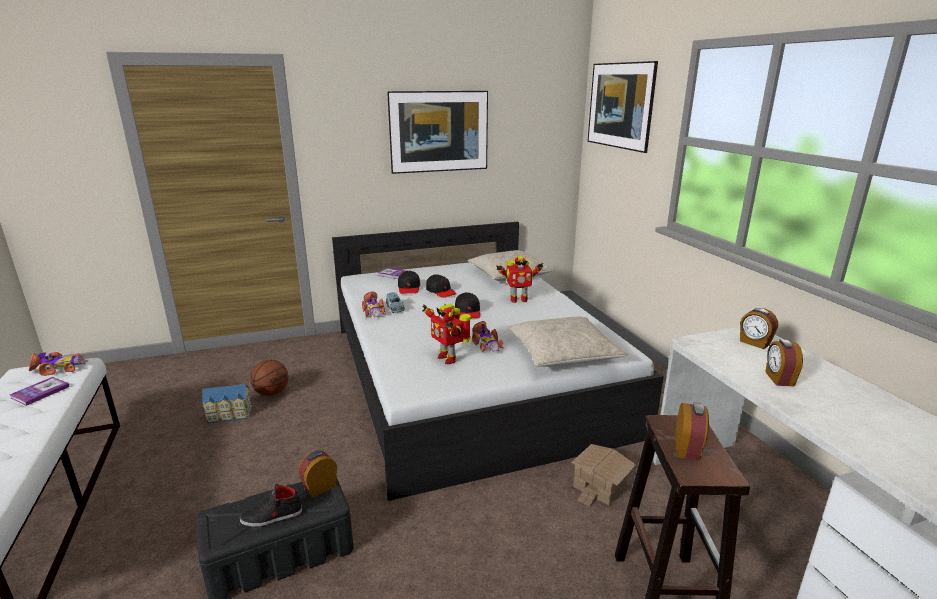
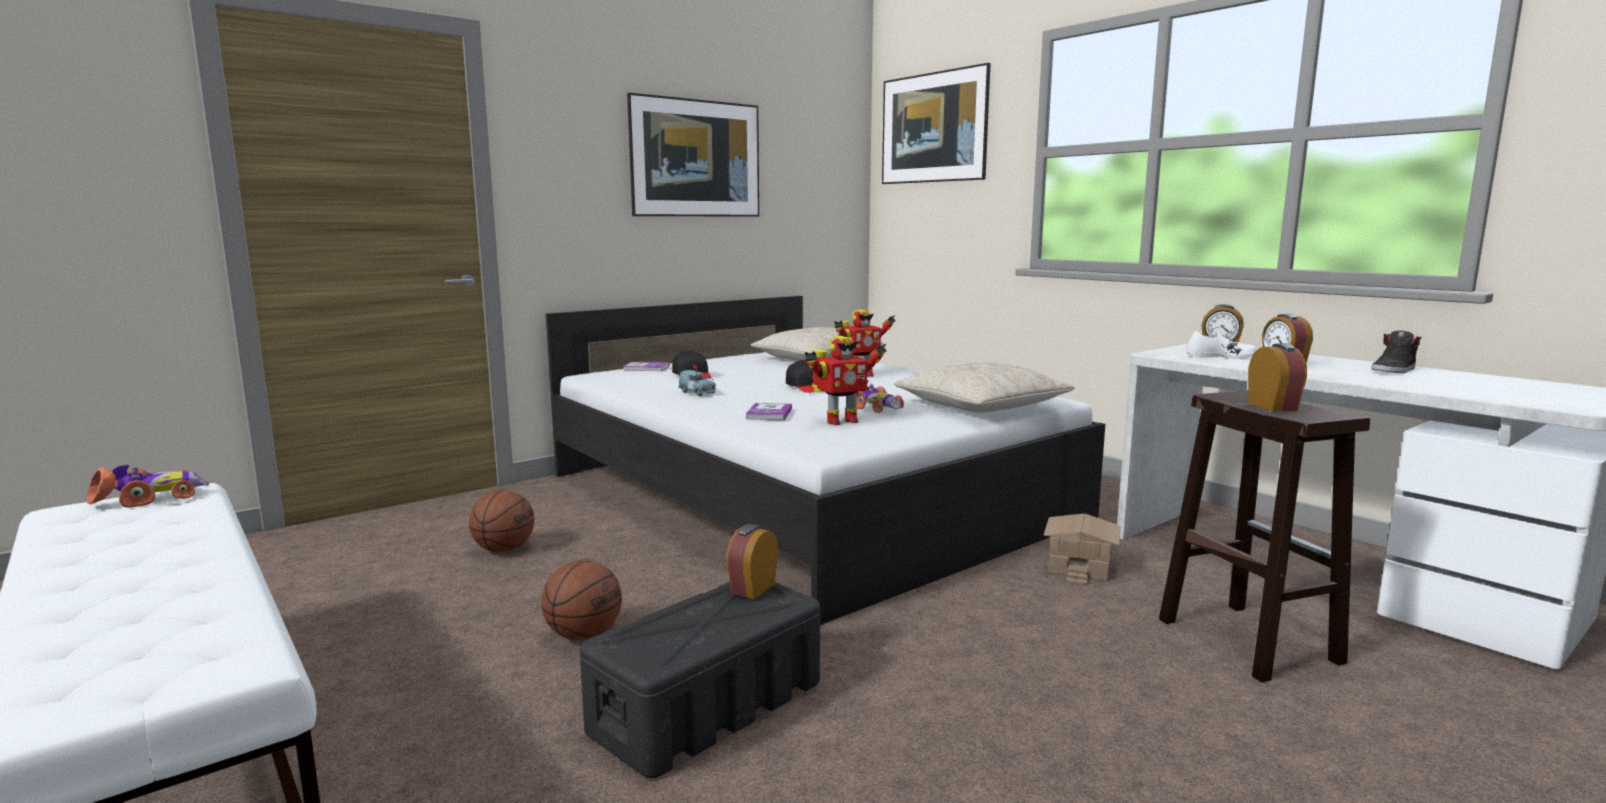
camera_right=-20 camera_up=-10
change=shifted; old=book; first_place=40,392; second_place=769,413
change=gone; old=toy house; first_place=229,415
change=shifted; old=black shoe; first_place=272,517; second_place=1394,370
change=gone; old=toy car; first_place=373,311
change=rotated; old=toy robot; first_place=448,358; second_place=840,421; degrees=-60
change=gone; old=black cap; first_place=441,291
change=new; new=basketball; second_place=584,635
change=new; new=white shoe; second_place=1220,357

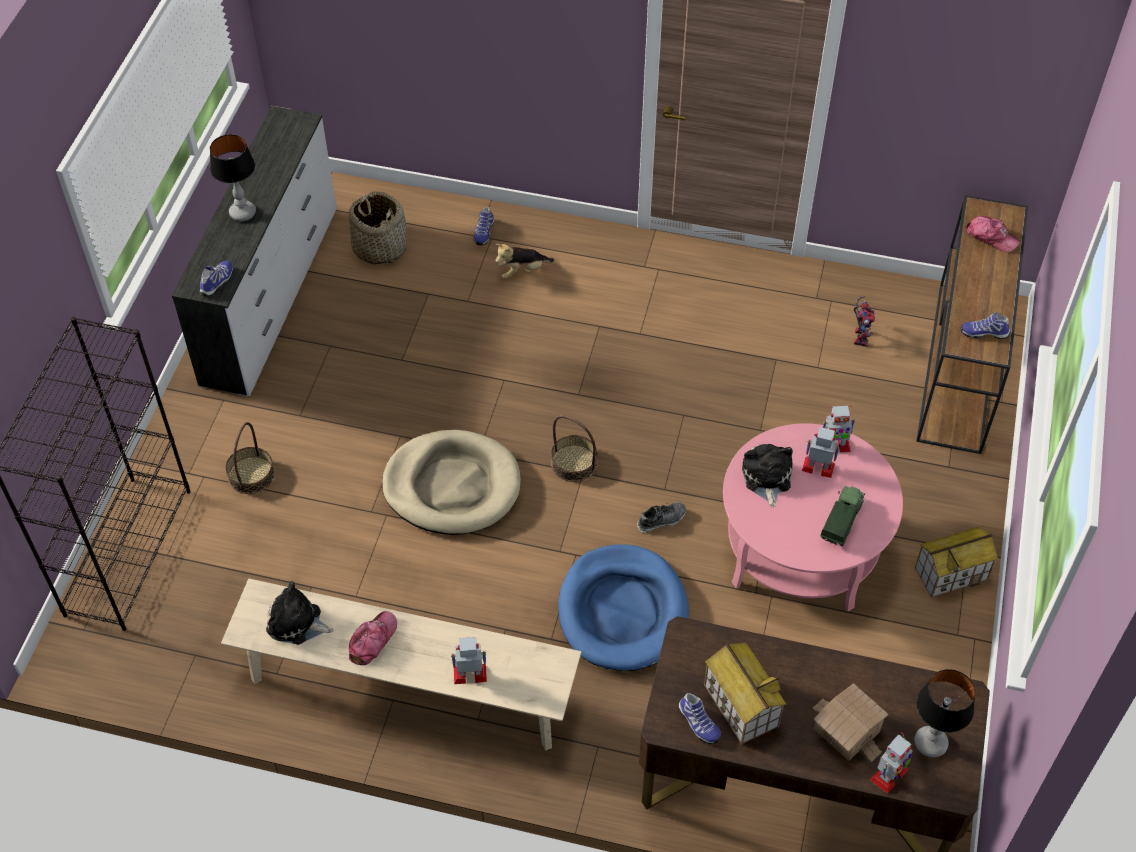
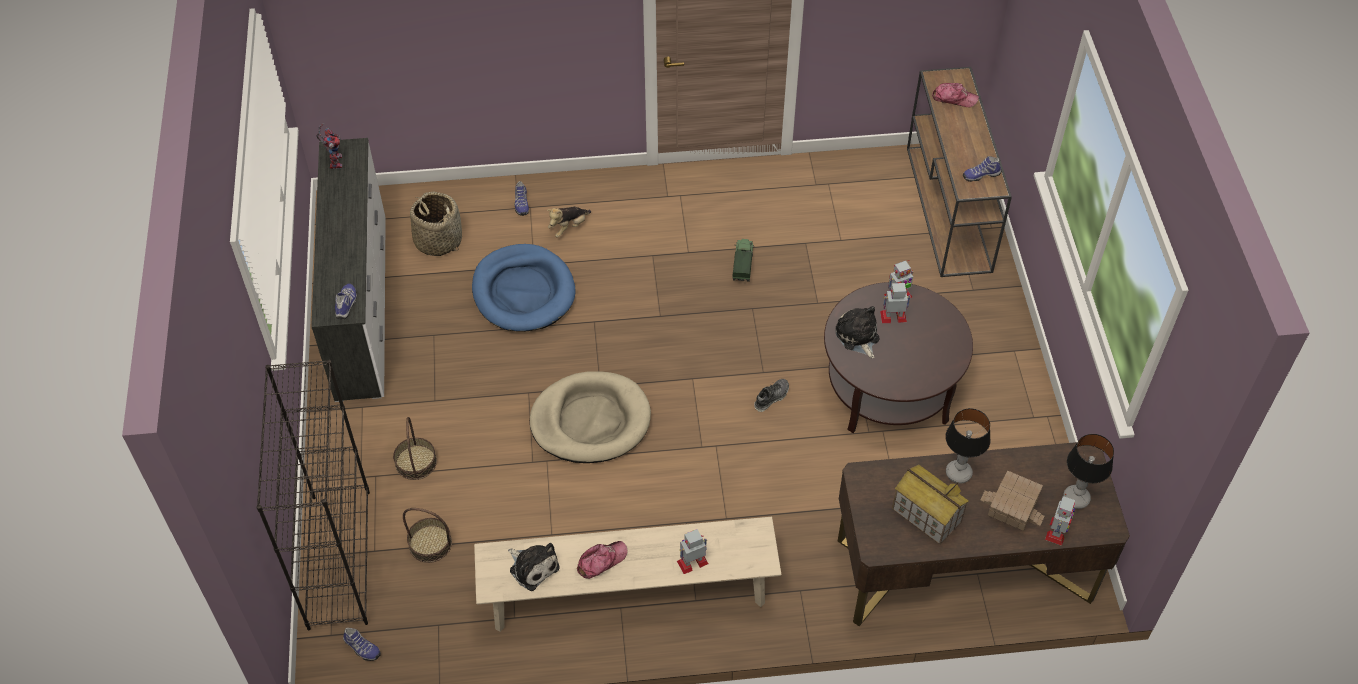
camera_right=-20 camera_up=0
change=shifted; old=table lamp; first_place=243,213; second_place=959,473
change=rotated; old=plush toy; first_place=297,623; second_place=532,567; degrees=-135
change=rotated; old=cap; first_place=372,640; second_place=601,561; degrees=45
change=shifted; old=basket; first_place=574,463; second_place=430,543
change=shifted; old=blue dog bed; first_place=623,611; second_place=523,291
change=shifted; old=shoe; first_place=698,724; second_place=361,648
change=repainted; old=pink coffee table; new=brown coffee table; first_place=801,549; second_place=889,387
change=shifted; old=toy truck; first_place=842,521; second_place=742,265
change=shifted; old=toy robot; first_place=859,335; second_place=334,160
change=gone; old=toy house; first_place=951,573

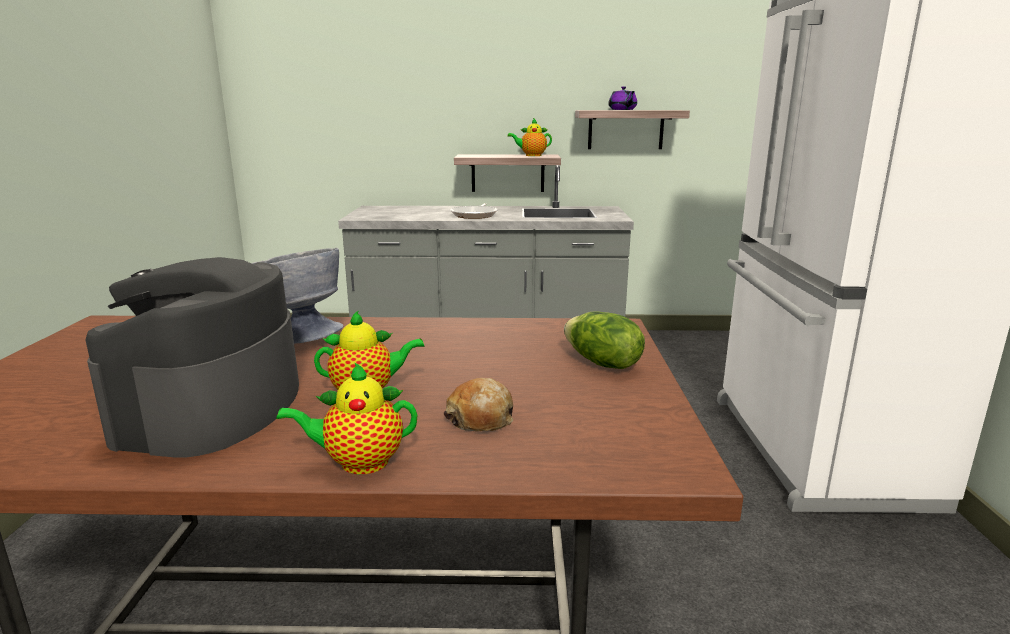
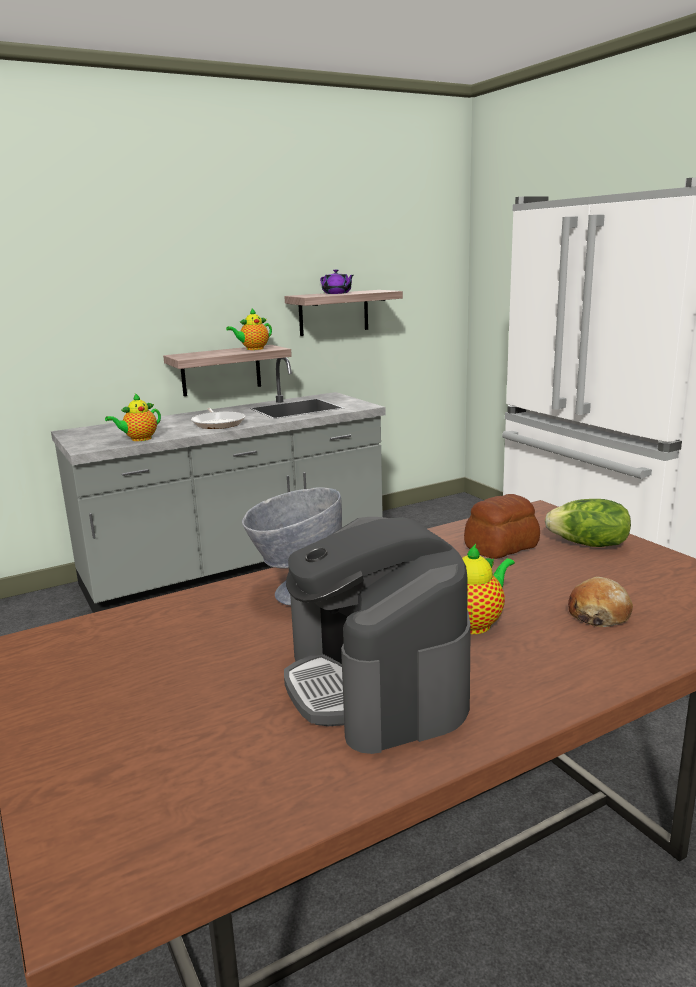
camera_right=-30 camera_up=0
change=shifted; old=teapot; first_place=358,462; second_place=139,439
change=new; new=bread; second_place=502,547

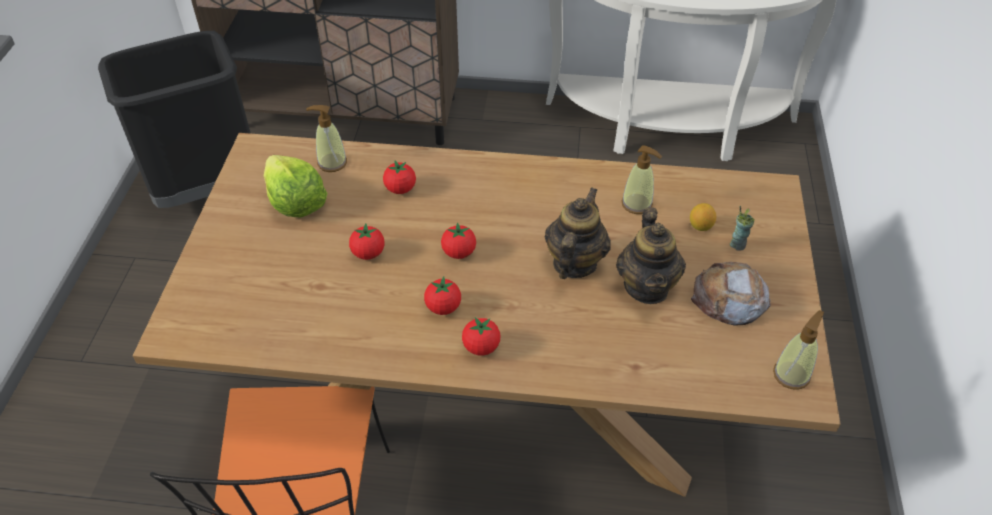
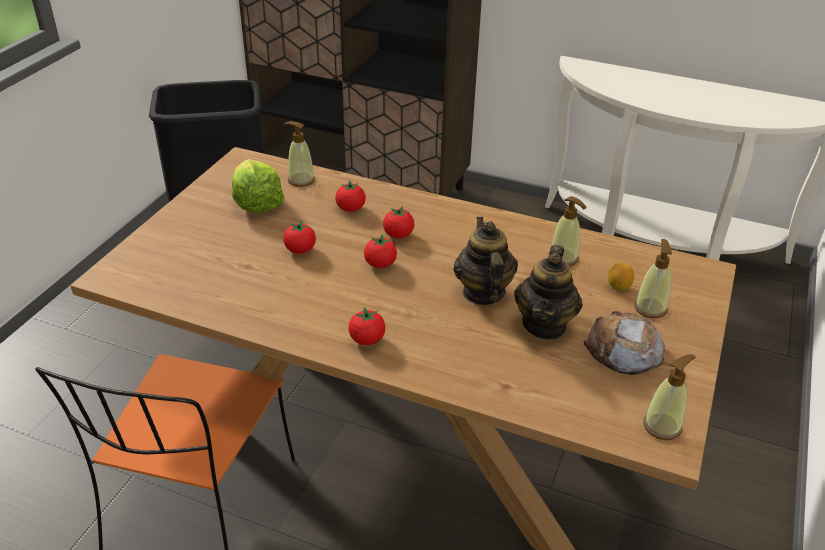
camera_right=15 camera_up=-10
change=shifted; old=tomato; first_place=443,307; second_place=398,235
change=rotated; old=teapot; first_place=574,263; second_place=483,292; degrees=-45
change=swapped; old=cup; new=soap dispenser; first_place=737,244; second_place=650,308

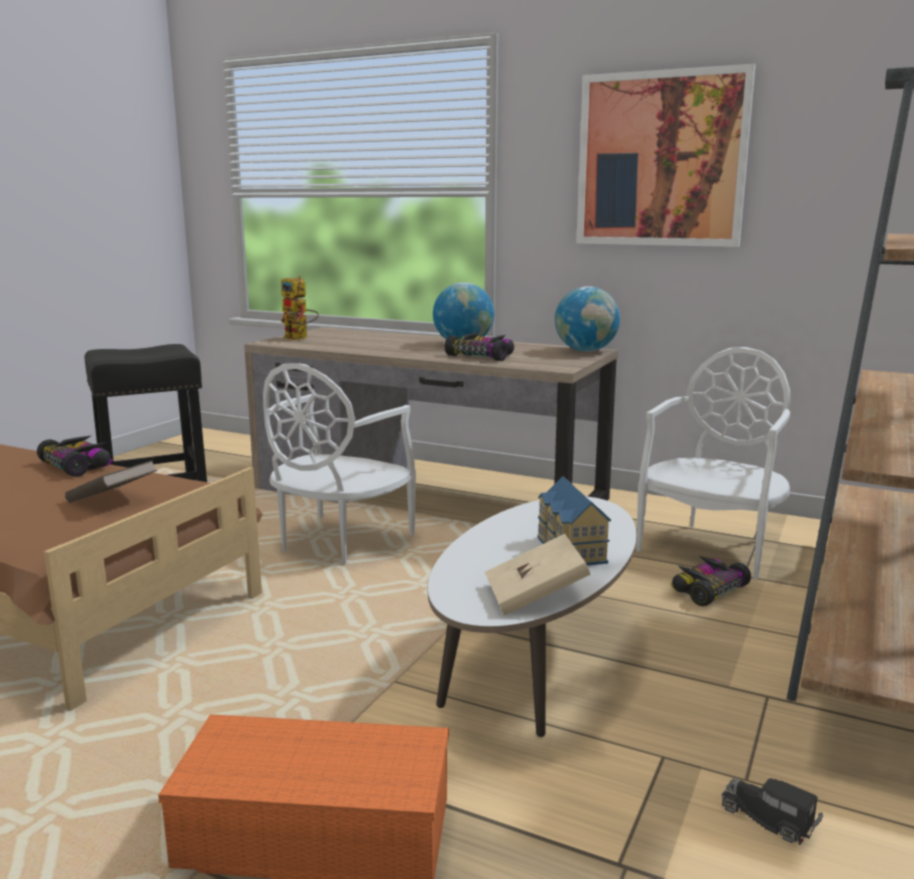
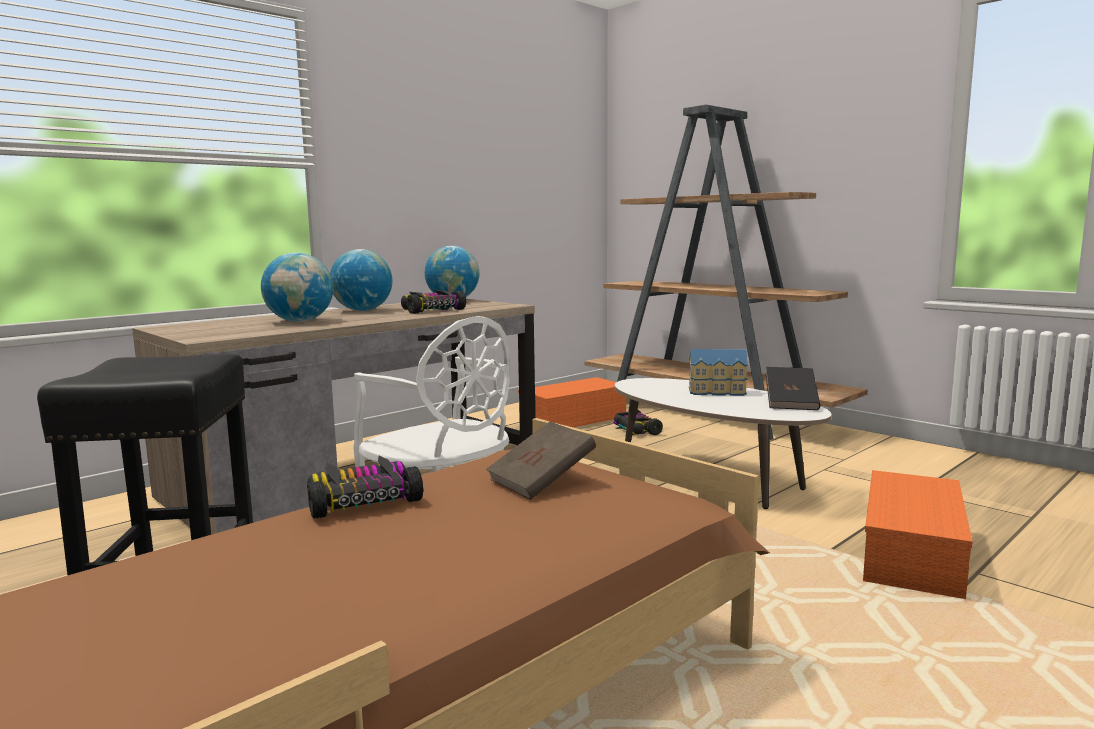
camera_right=-70 camera_up=-5
change=gone; old=toy robot; first_place=300,338
change=repainted; old=beige book; new=black book; first_place=535,597; second_place=791,403
change=gone; old=picture; first_place=661,160
change=swapped; old=white chair; new=orange storage box; first_place=712,547; second_place=573,418
change=gone; old=toy truck; first_place=771,821
change=new; new=globe; second_place=300,321

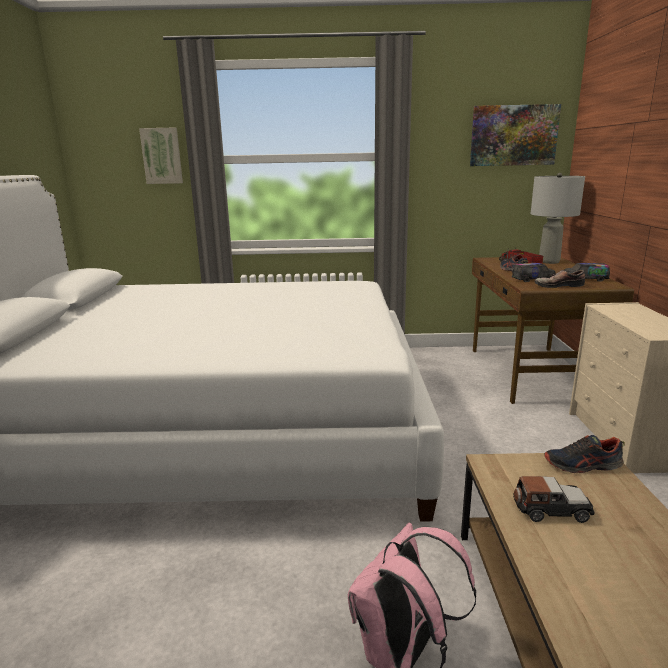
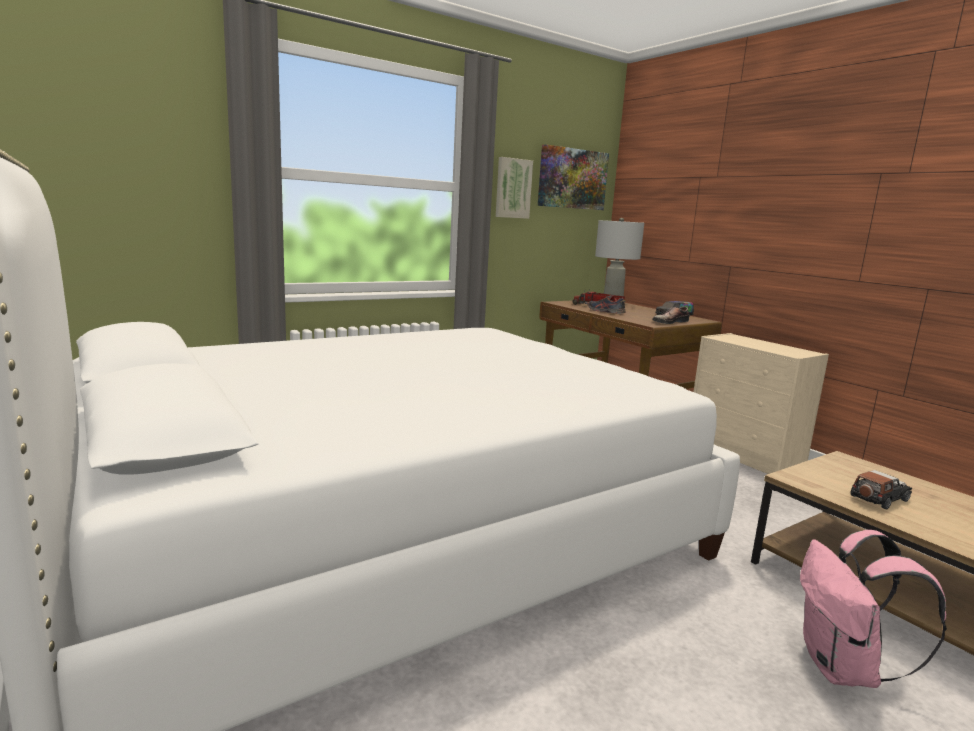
camera_right=-35 camera_up=-5
change=shifted; old=picture; first_place=162,156; second_place=512,188
change=gone; old=toy truck; first_place=533,279
change=gone; old=shoe; first_place=582,465

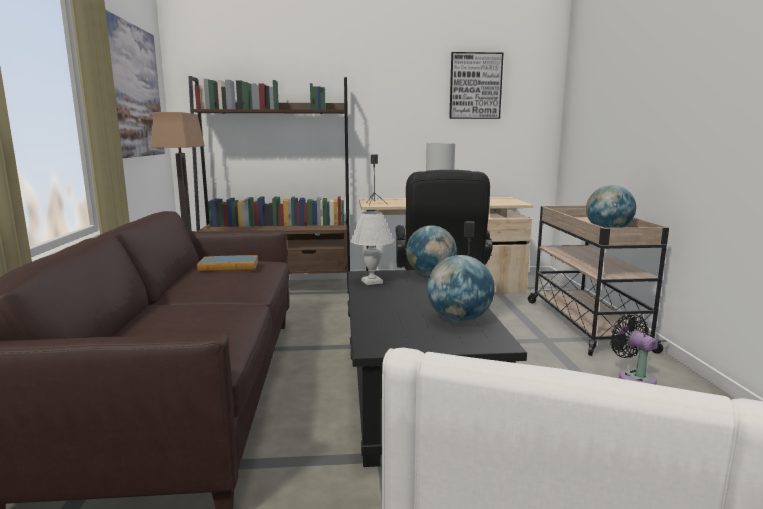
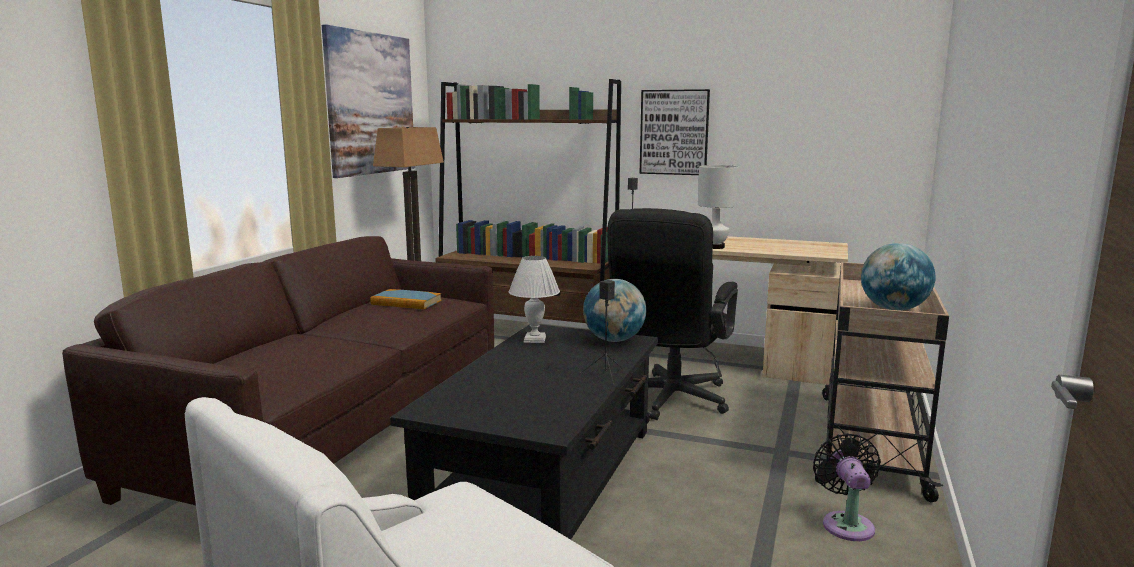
camera_right=25 camera_up=0
change=gone; old=globe; first_place=459,319
change=shifted; old=picture; first_place=475,86; second_place=674,132

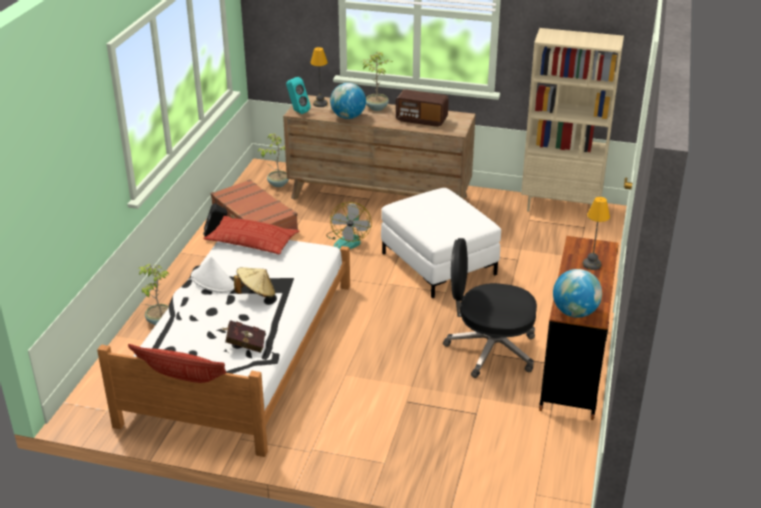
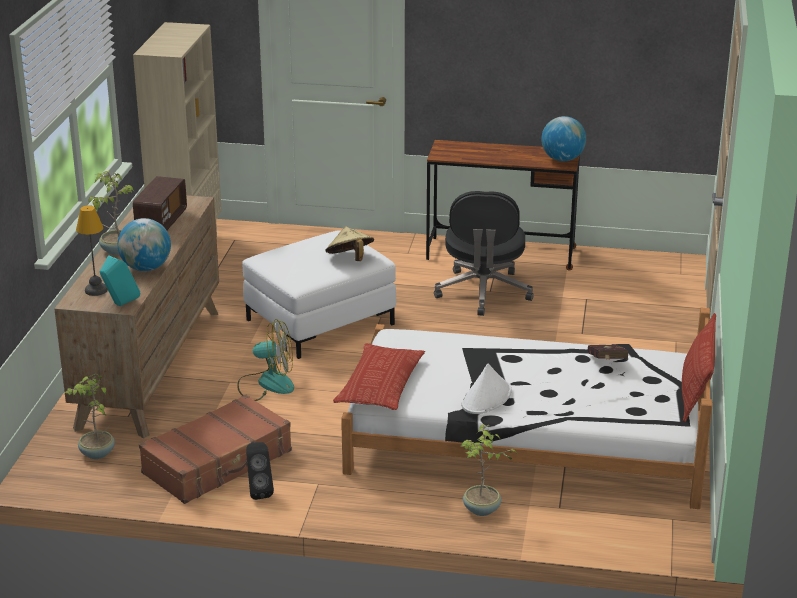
camera_right=-95 camera_up=-5
change=shifted; old=beige hat; first_place=256,294; second_place=350,259
change=gone; old=table lamp; first_place=592,265

